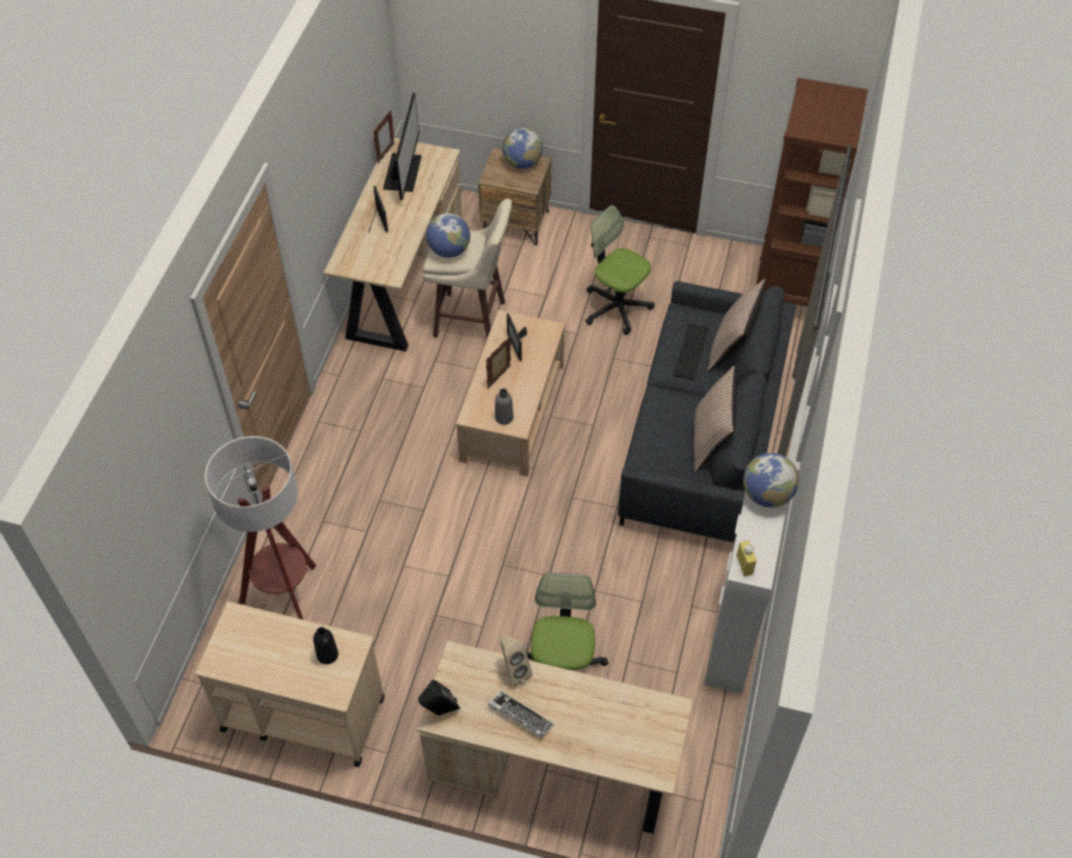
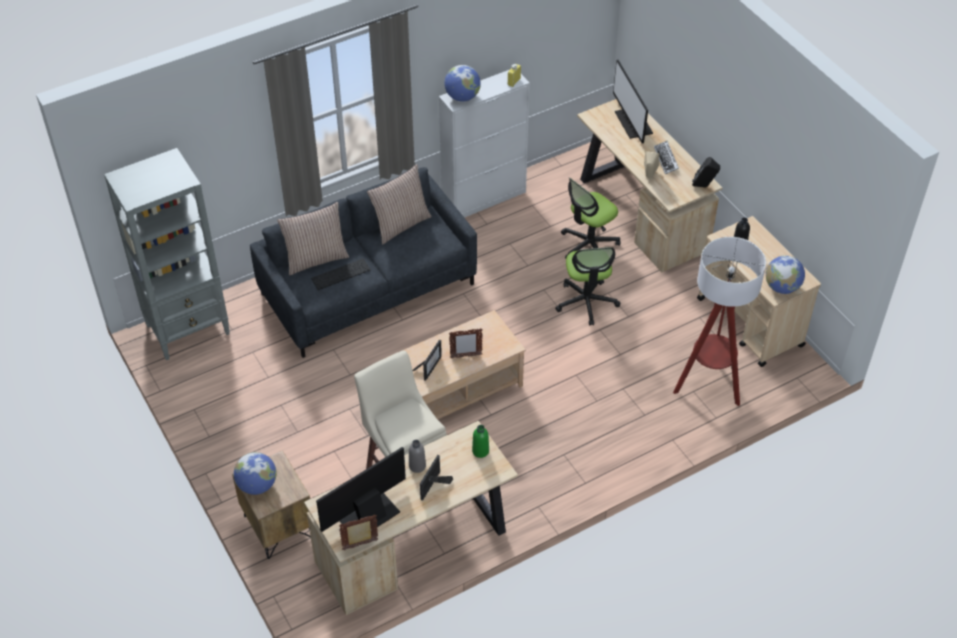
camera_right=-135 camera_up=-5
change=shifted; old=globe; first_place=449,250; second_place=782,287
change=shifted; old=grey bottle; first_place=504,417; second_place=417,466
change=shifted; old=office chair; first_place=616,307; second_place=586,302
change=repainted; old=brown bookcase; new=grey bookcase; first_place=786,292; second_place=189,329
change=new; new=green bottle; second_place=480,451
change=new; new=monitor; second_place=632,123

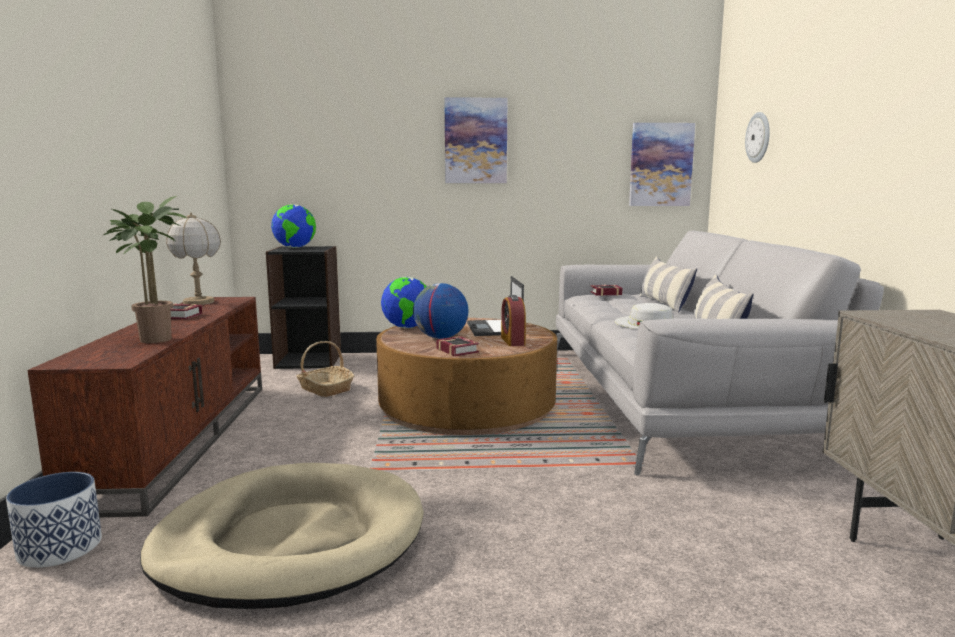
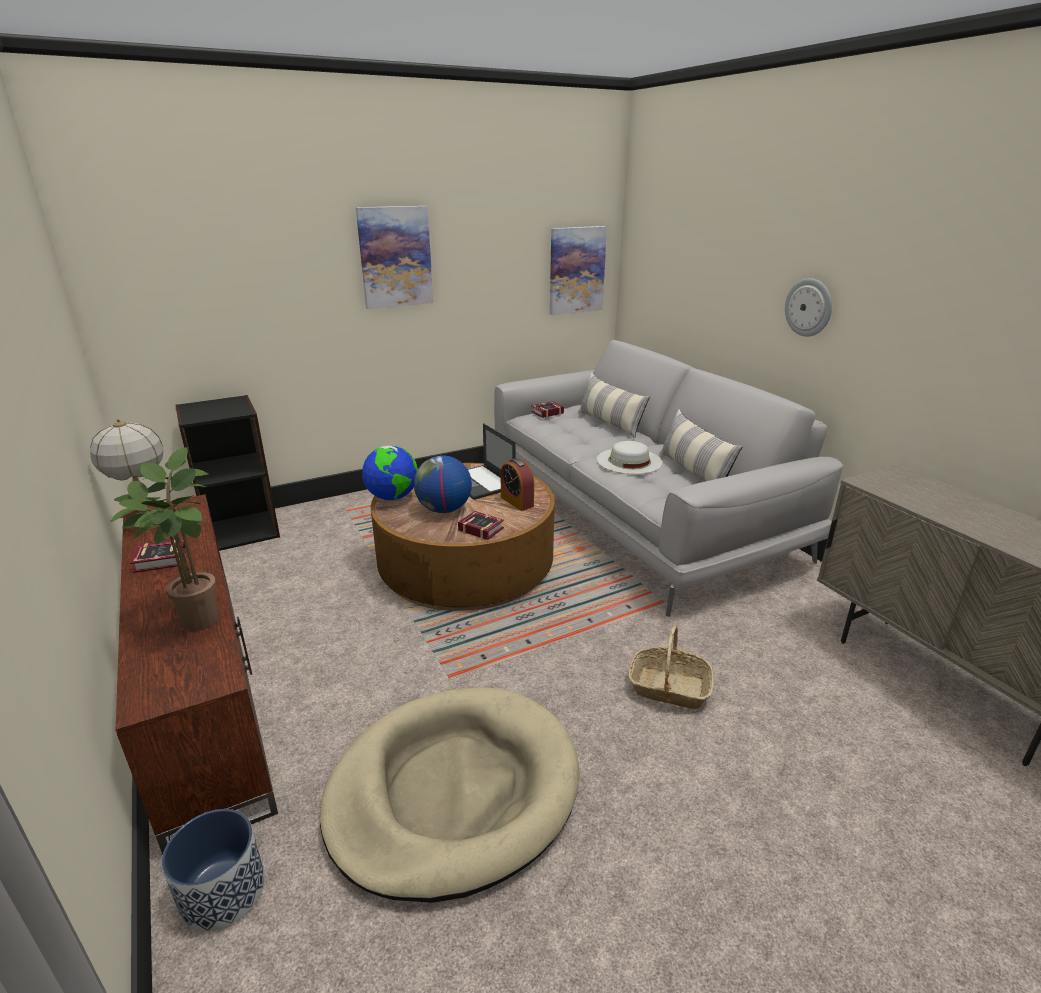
camera_right=-25 camera_up=15
change=gone; old=globe; first_place=295,248
change=shifted; old=basket; first_place=325,389; second_place=668,688
change=shifted; old=wall clock; first_place=758,137; second_place=809,307

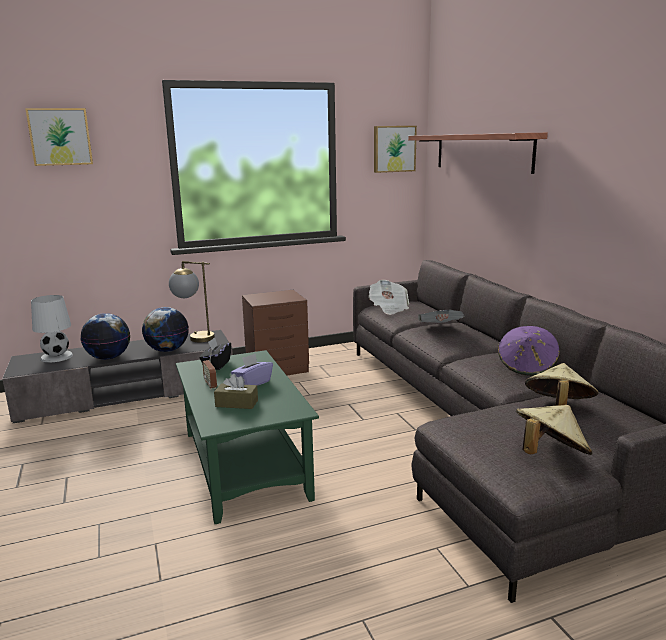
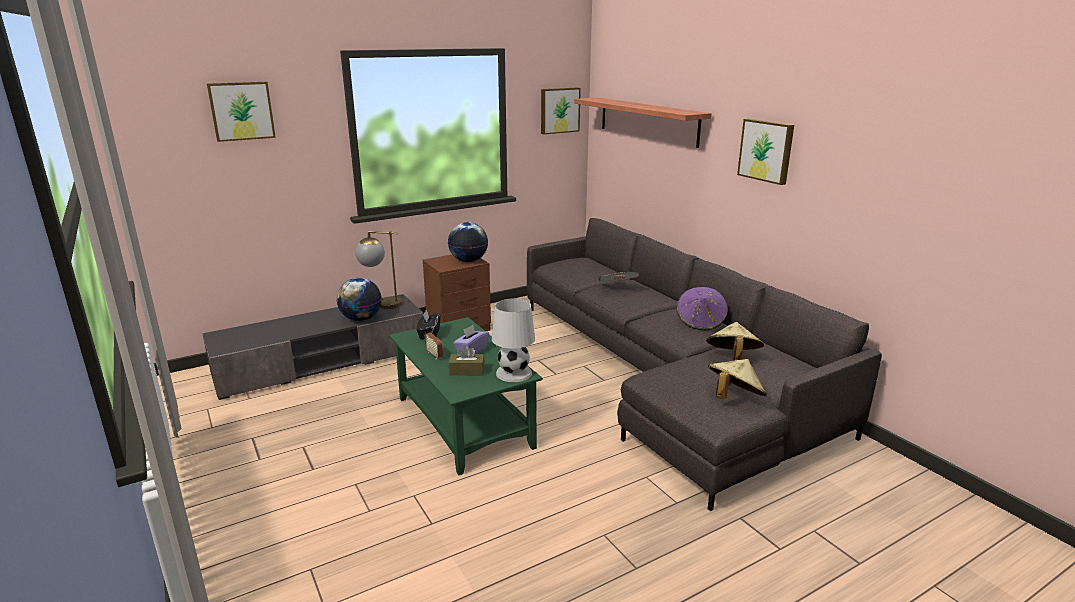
camera_right=-10 camera_up=5
change=shifted; old=white table lamp; first_place=57,356; second_place=513,373
change=shifted; old=globe; first_place=108,358; second_place=468,261
change=gone; old=newspaper; first_place=389,308
change=new; new=picture; second_place=766,150

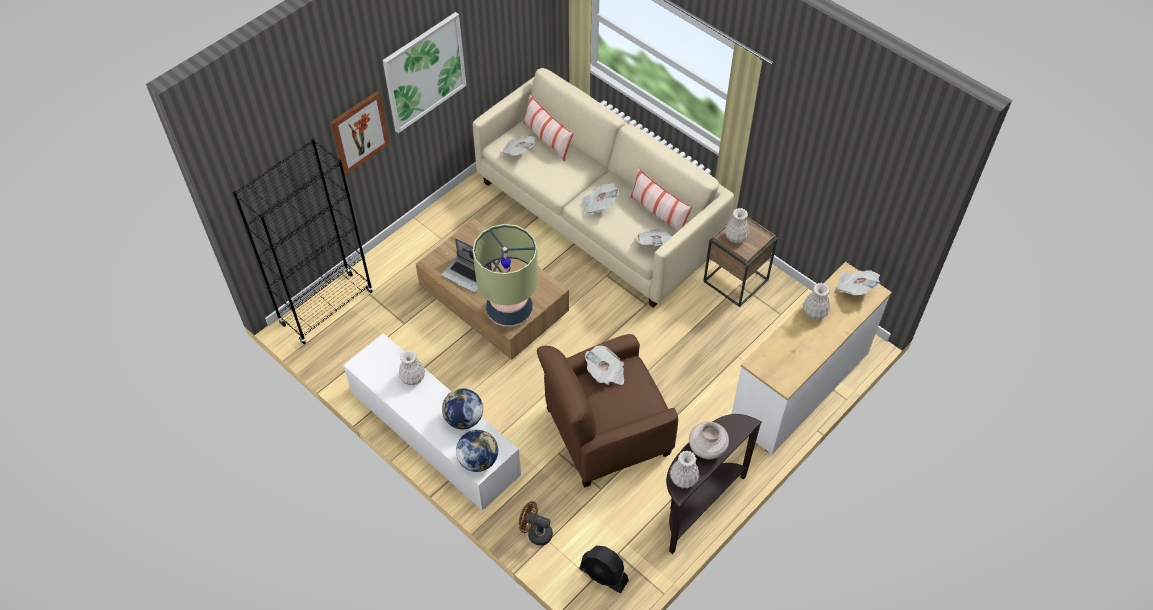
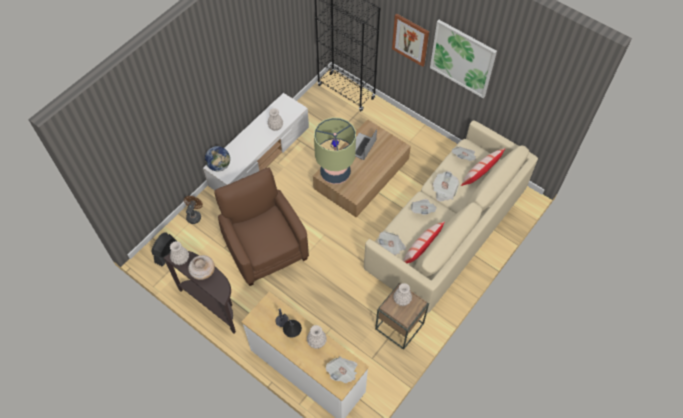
camera_right=85 camera_up=5
change=gone; old=globe; first_place=463,419
change=shifted; old=newspaper; first_place=605,373; second_place=444,191
change=new; new=table lamp; second_place=289,331

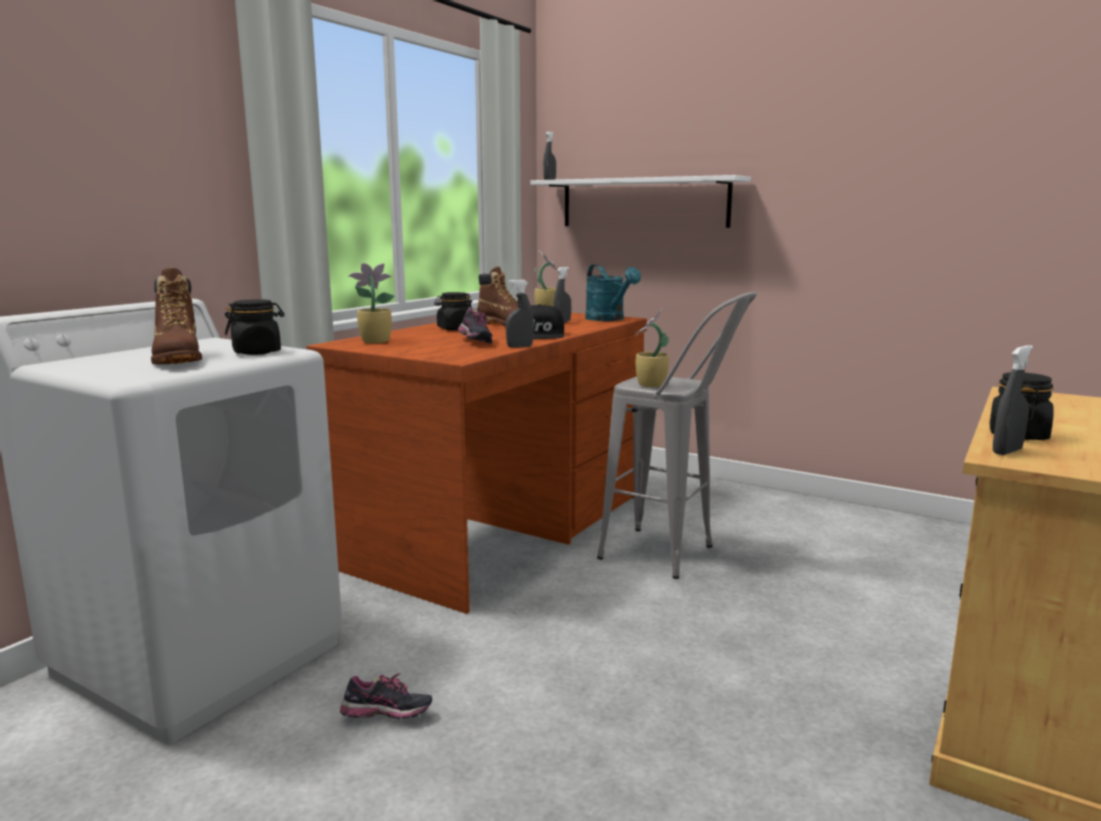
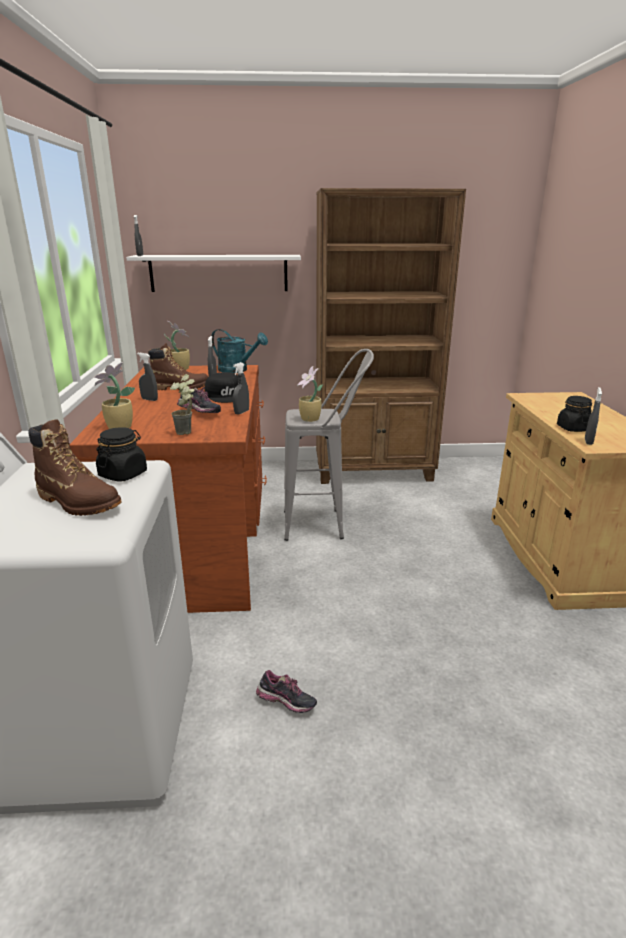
camera_right=-35 camera_up=10
change=rotated; old=shoe; first_place=387,717; second_place=286,704; degrees=60
change=swapped; old=black jar; new=grey spray bottle; first_place=454,328; second_place=149,399
change=new; new=potted plant; second_place=188,433
change=new; new=brown bookcase; second_place=374,471

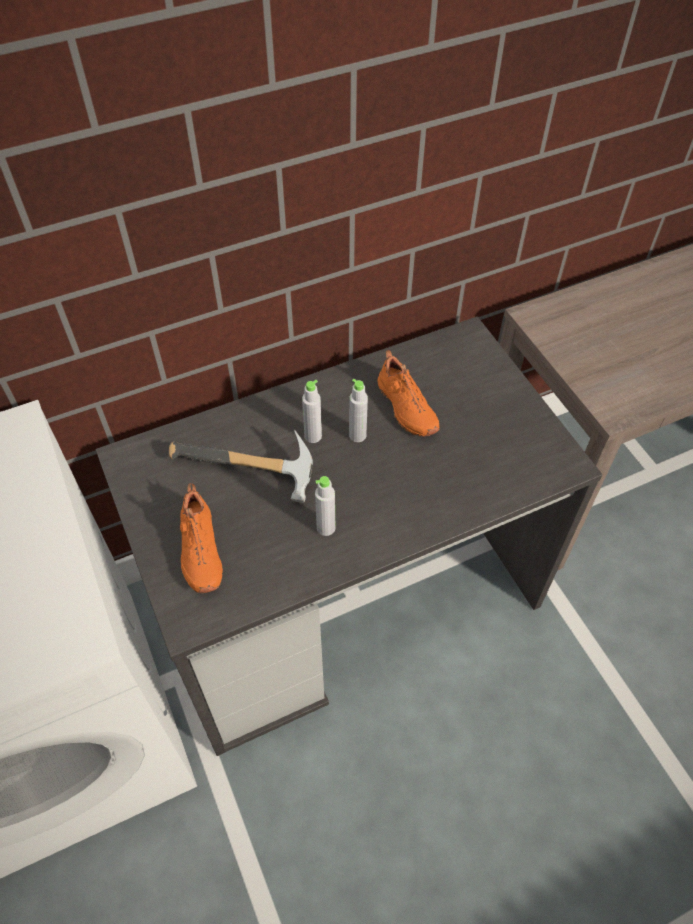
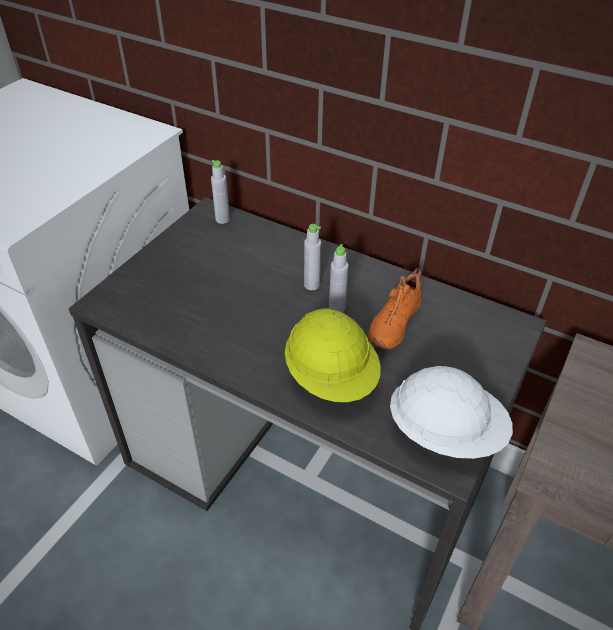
camera_right=55 camera_up=-10
change=gone; old=hammer; first_place=247,474
change=gone; old=orange shoe; first_place=199,551
change=shifted; old=grey bottle; first_place=326,528; second_place=222,219
change=new; new=yellow hard hat; second_place=331,377
change=new; new=white hard hat; second_place=445,432

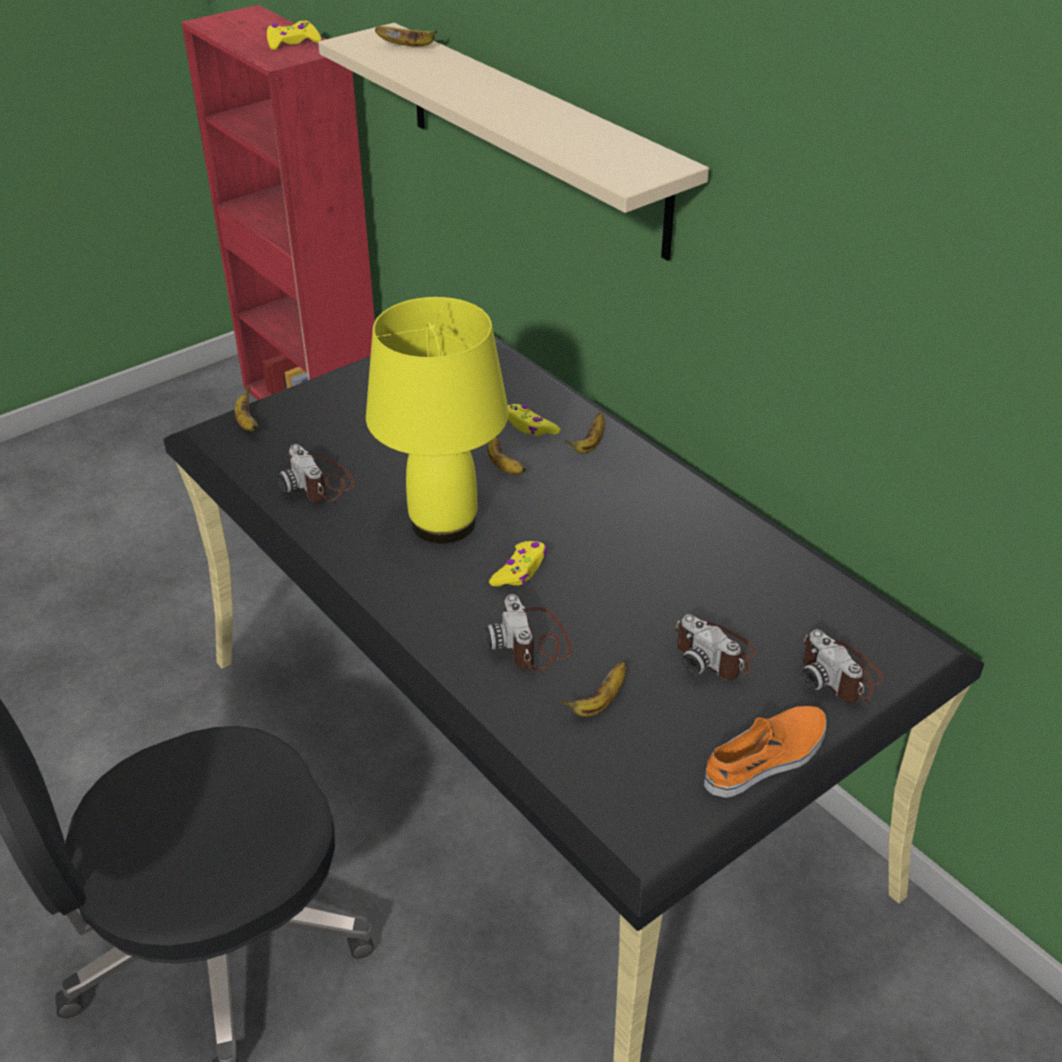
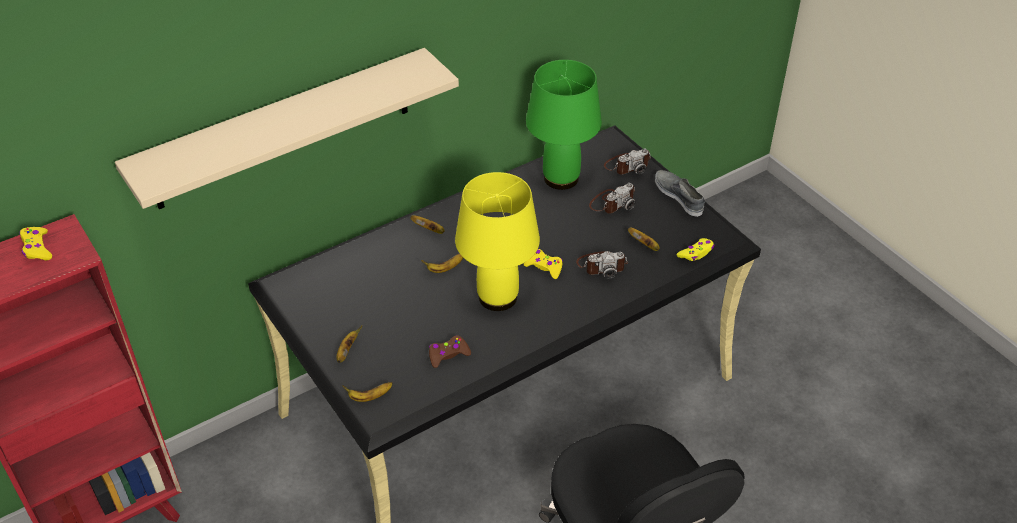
camera_right=-85 camera_up=5
change=swapped; old=photo camera; new=brown game controller; first_place=320,482; second_place=448,355
change=shifted; old=banana; first_place=409,46; second_place=347,351
change=shifted; old=yellow game controller; first_place=530,426; second_place=696,253
change=repainted; old=orange shoe; new=grey shoe; first_place=767,758; second_place=679,196
change=new; new=green table lamp; second_place=561,178

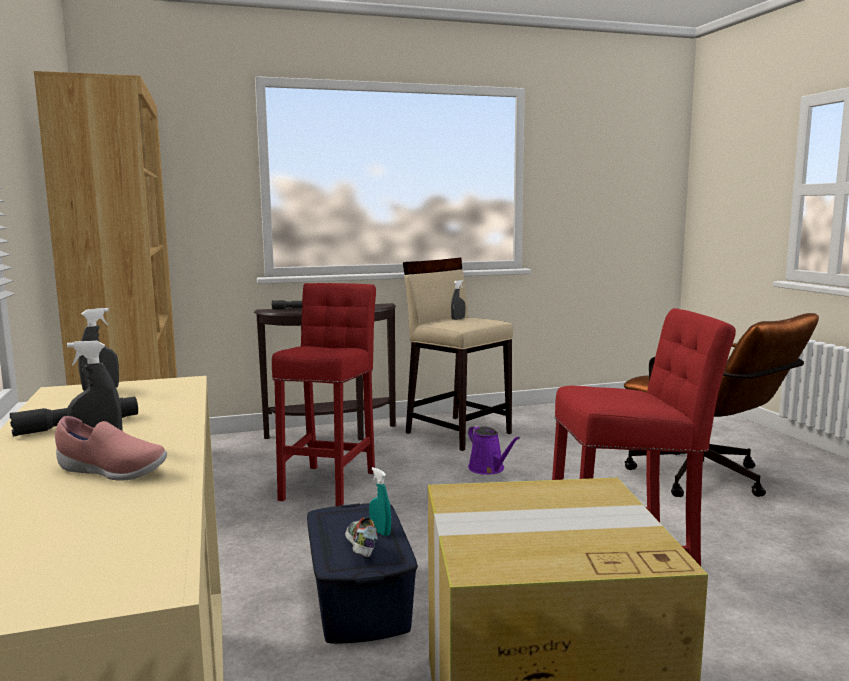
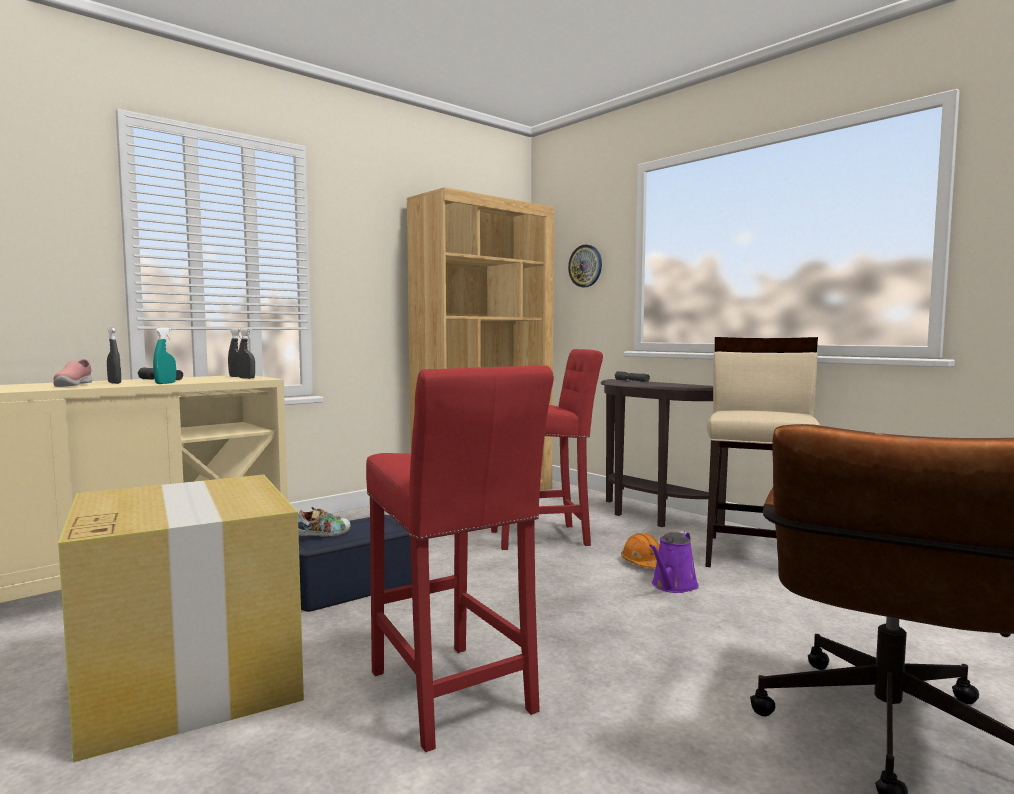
camera_right=65 camera_up=-5
change=shifted; old=turquoise spray bottle; first_place=380,532; second_place=165,383
change=shifted; old=grey spray bottle; first_place=458,319; second_place=247,378
change=new; new=wall clock; second_place=585,266
change=new; new=orange hard hat; second_place=643,563

